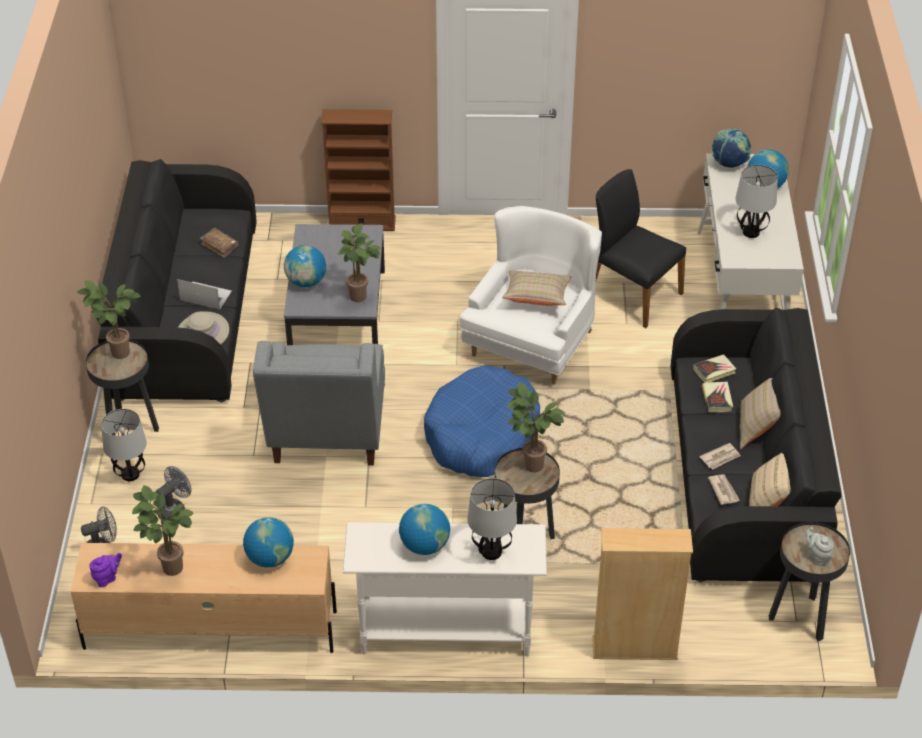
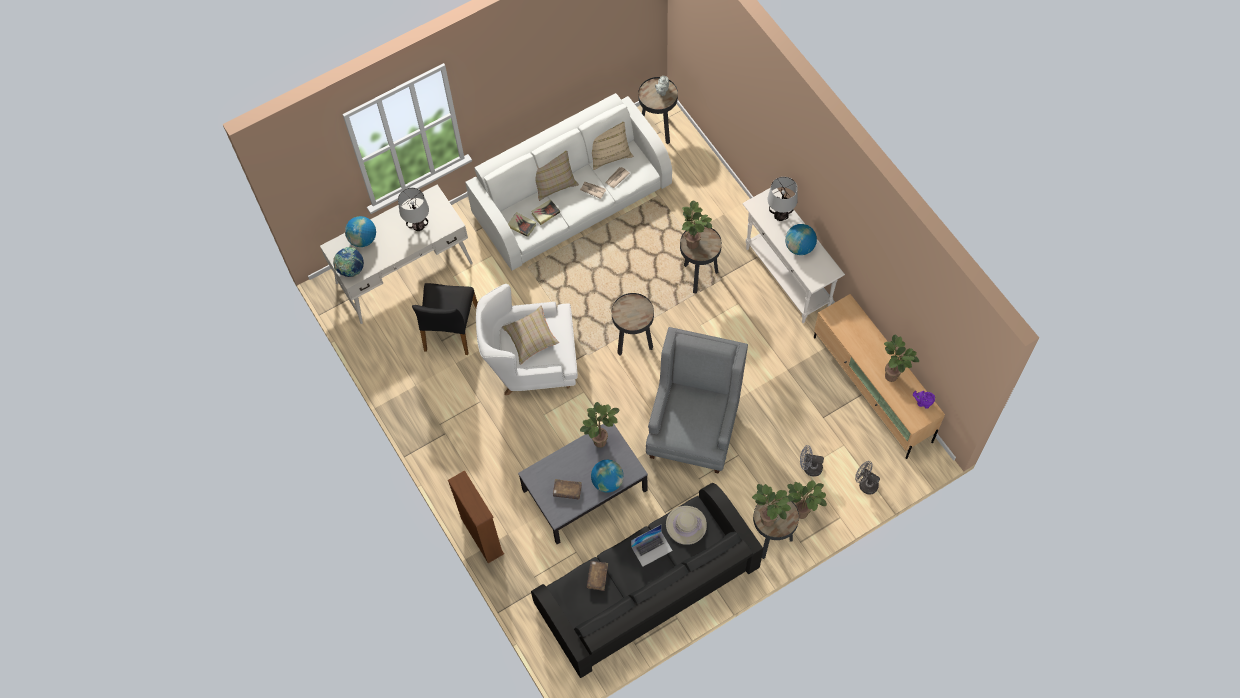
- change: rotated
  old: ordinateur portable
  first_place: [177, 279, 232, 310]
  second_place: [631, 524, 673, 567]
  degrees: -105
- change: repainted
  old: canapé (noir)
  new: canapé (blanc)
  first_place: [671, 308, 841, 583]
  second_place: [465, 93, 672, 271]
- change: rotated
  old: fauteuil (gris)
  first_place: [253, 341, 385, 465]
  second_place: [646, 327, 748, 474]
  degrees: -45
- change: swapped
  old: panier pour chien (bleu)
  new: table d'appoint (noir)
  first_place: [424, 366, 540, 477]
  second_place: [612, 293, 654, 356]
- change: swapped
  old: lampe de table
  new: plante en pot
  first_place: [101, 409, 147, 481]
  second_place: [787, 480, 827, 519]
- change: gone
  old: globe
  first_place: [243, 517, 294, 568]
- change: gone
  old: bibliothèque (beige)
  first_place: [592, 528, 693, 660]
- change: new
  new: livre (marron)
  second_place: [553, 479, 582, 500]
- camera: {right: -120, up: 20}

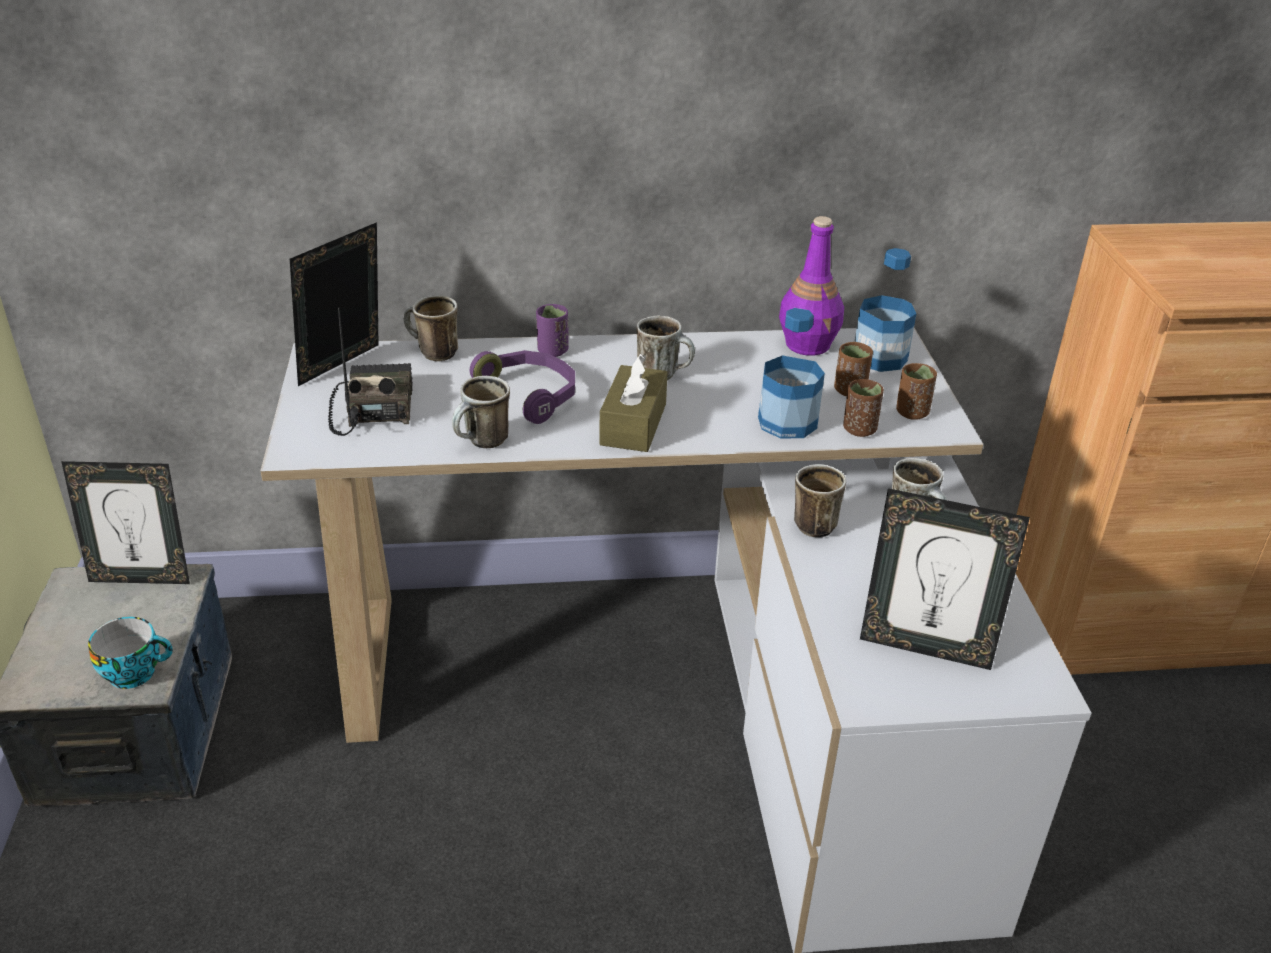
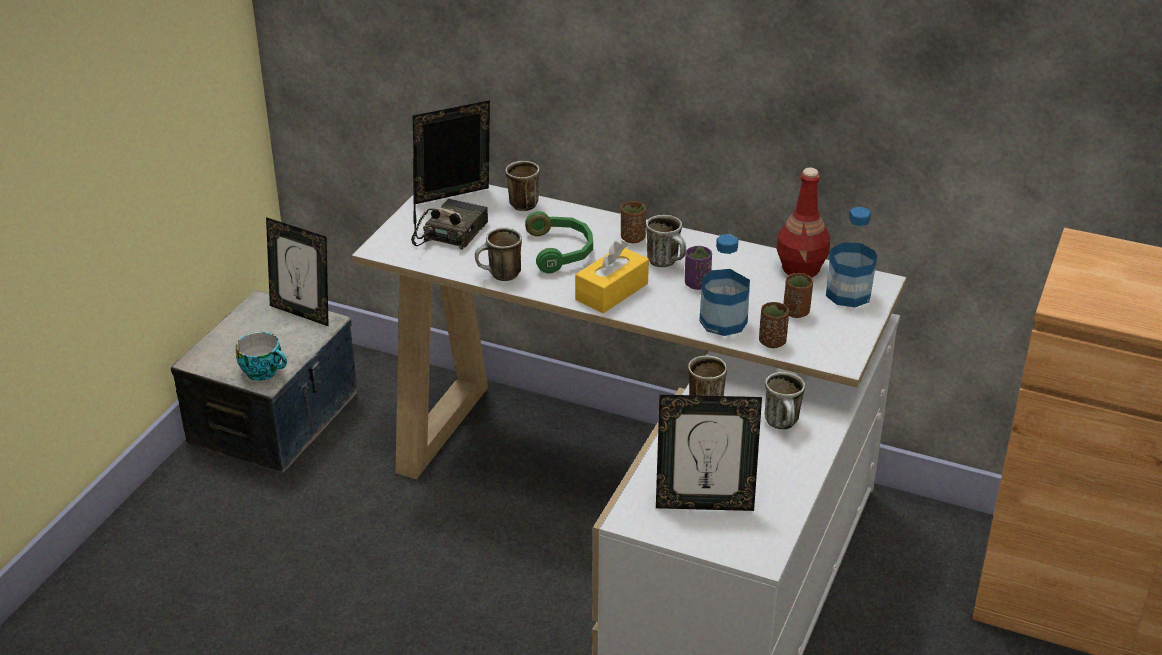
- change: repainted
  old: bouteille (violet)
  new: bouteille (rouge)
  first_place: [779, 216, 844, 356]
  second_place: [776, 168, 830, 278]
- change: shifted
  old: tasse (violet)
  first_place: [536, 304, 569, 357]
  second_place: [685, 246, 712, 290]
- change: repainted
  old: casque audio (violet)
  new: casque audio (vert)
  first_place: [470, 350, 575, 424]
  second_place: [525, 211, 593, 273]
- change: repainted
  old: boîte à mouchoirs (marron)
  new: boîte à mouchoirs (jaune)
  first_place: [599, 354, 668, 452]
  second_place: [575, 240, 649, 313]
- change: shifted
  old: tasse (marron)
  first_place: [896, 363, 937, 420]
  second_place: [621, 201, 646, 243]
- change: rotated
  old: cadre photo
  first_place: [860, 488, 1030, 670]
  second_place: [656, 395, 762, 511]
  degrees: -45
- camera: {right: 30, up: 0}

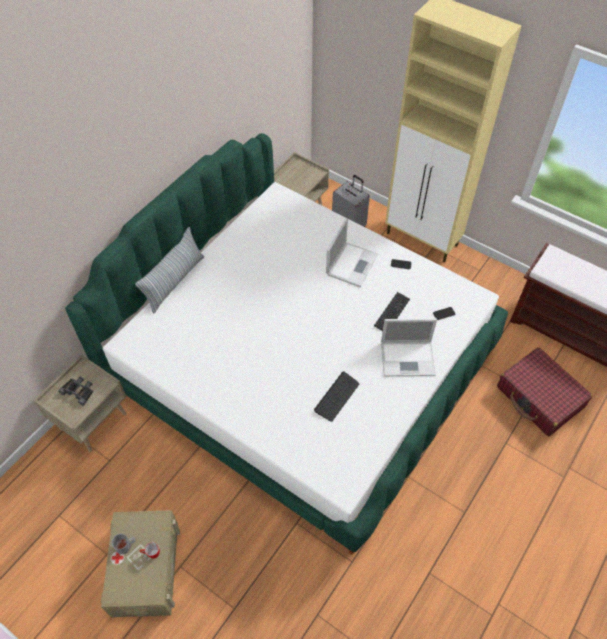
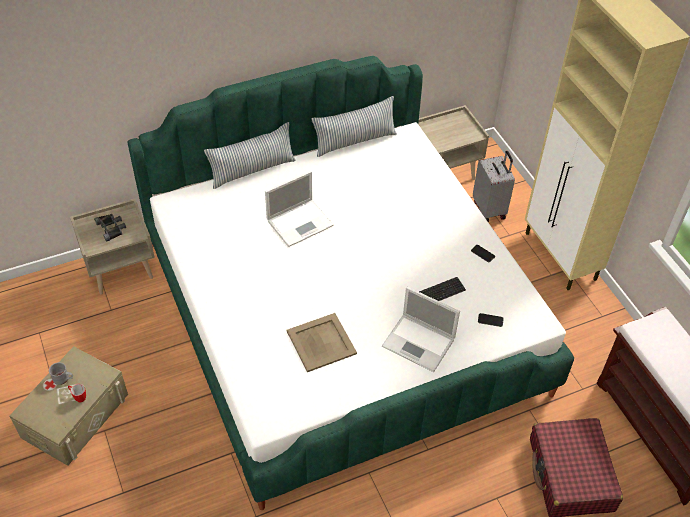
- change: shifted
  old: ordinateur portable
  first_place: [326, 218, 378, 287]
  second_place: [265, 171, 334, 247]
- change: swapped
  old: clavier
  new: plateau (beige)
  first_place: [314, 371, 359, 422]
  second_place: [286, 313, 357, 372]
- change: new
  new: coussin
  second_place: [312, 96, 397, 157]
- camera: {right: 30, up: -5}

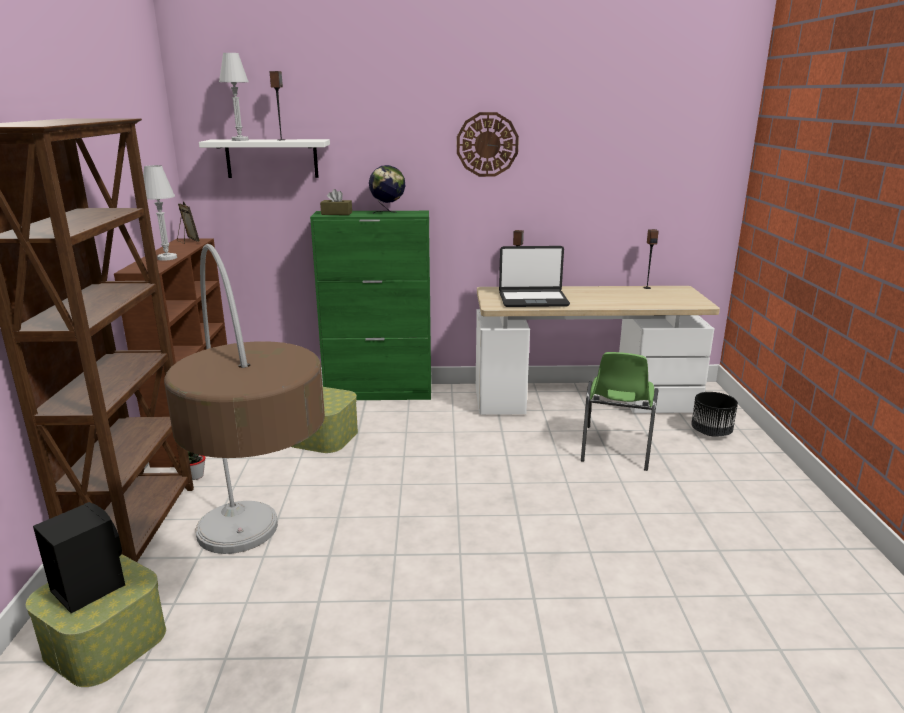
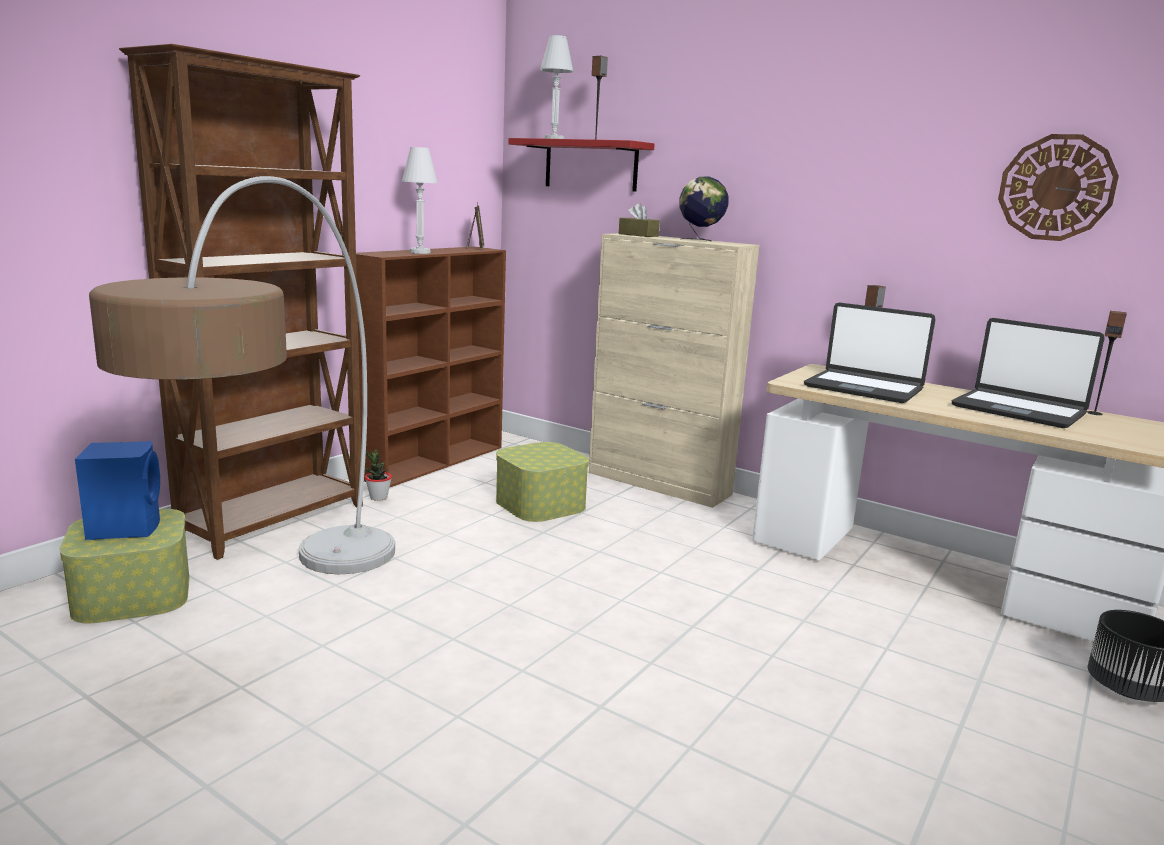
- change: shifted
  old: horloge murale
  first_place: [457, 112, 519, 177]
  second_place: [998, 134, 1119, 241]
- change: repainted
  old: étagère (blanc)
  new: étagère (rouge)
  first_place: [199, 139, 330, 178]
  second_place: [508, 138, 655, 191]
- change: repainted
  old: meuble de rangement (vert)
  new: meuble de rangement (beige)
  first_place: [310, 211, 431, 400]
  second_place: [589, 233, 759, 508]
- change: gone
  old: chaise (vert)
  first_place: [581, 352, 658, 471]
- change: repainted
  old: enceinte (noir)
  new: enceinte (bleu)
  first_place: [33, 502, 125, 613]
  second_place: [75, 441, 160, 540]
- change: new
  new: ordinateur portable
  second_place: [951, 318, 1105, 428]
- camera: {right: 35, up: -5}

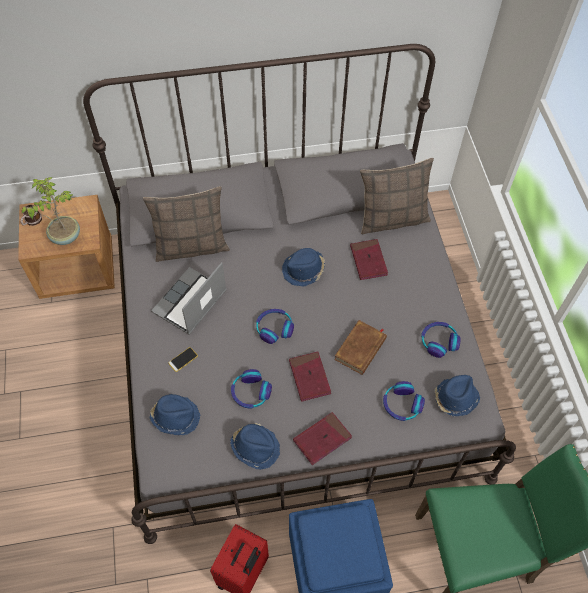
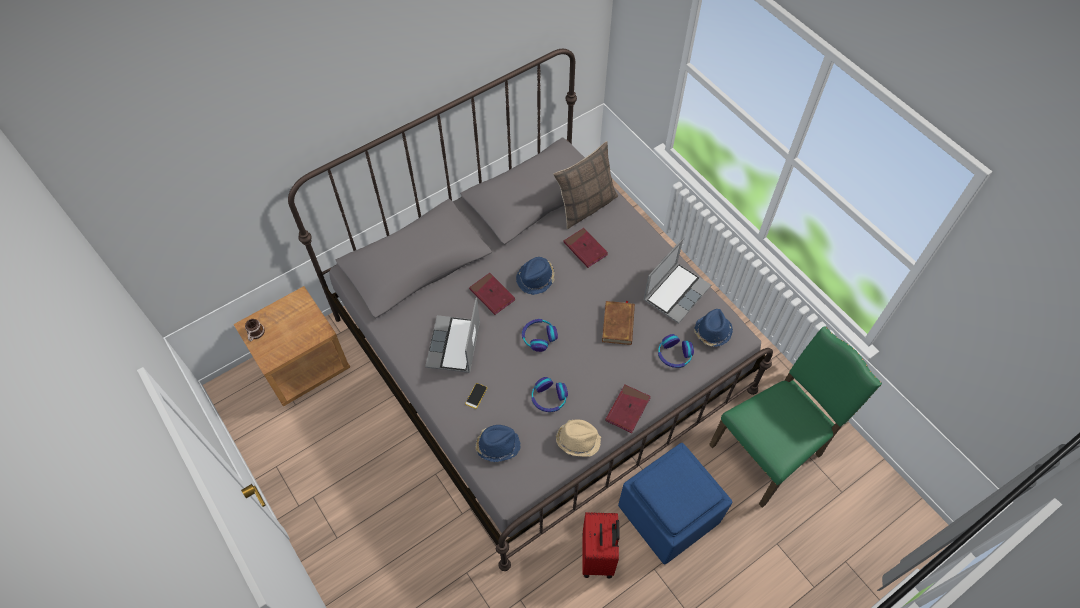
- change: gone
  old: plante en pot
  first_place: [22, 177, 80, 245]
- change: gone
  old: coussin
  first_place: [143, 186, 230, 262]
- change: swapped
  old: casque audio
  new: ordinateur portable
  first_place: [421, 322, 461, 358]
  second_place: [643, 238, 711, 324]
- change: shifted
  old: livre (rouge)
  first_place: [289, 352, 331, 402]
  second_place: [469, 273, 515, 315]
- change: repainted
  old: chapeau (bleu)
  new: chapeau (beige)
  first_place: [230, 423, 280, 470]
  second_place: [556, 419, 601, 457]
- camera: {right: -25, up: 0}

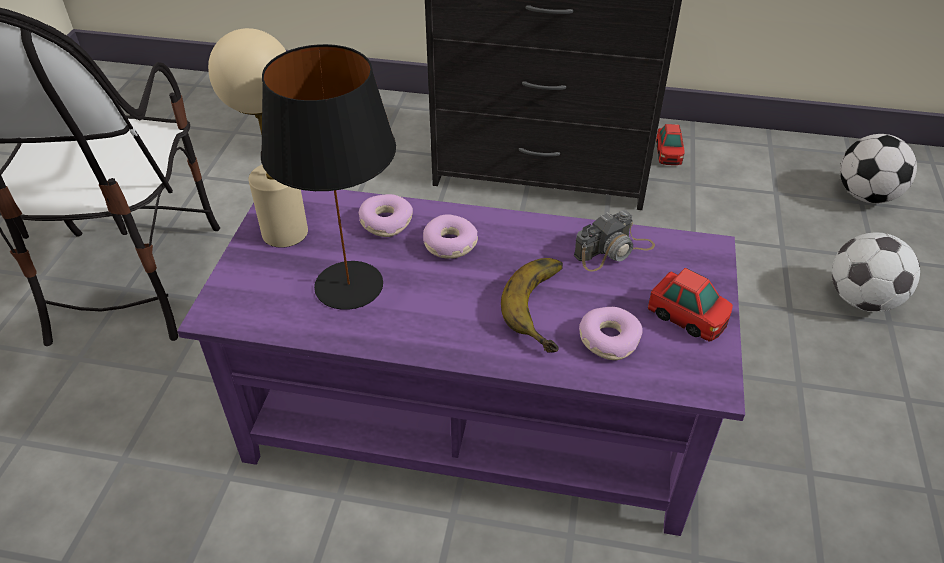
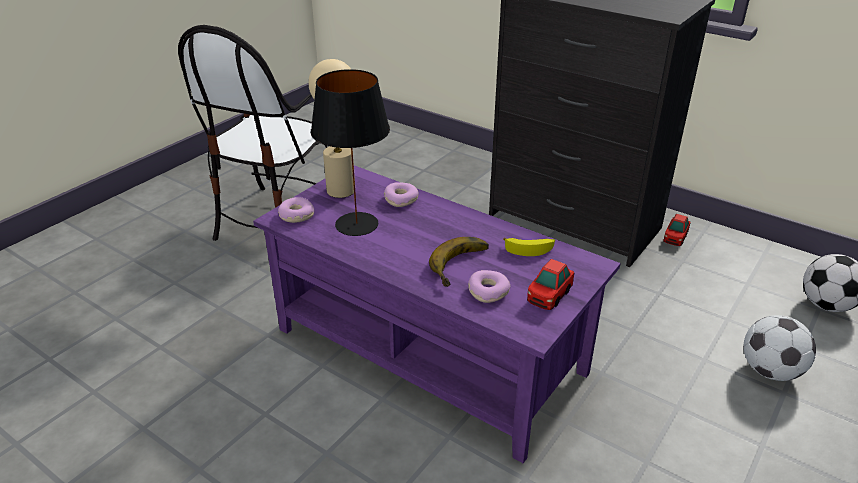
- change: swapped
  old: appareil photo
  new: banane
  first_place: [574, 210, 655, 272]
  second_place: [503, 238, 555, 256]
- change: shifted
  old: beignet
  first_place: [423, 214, 478, 259]
  second_place: [278, 197, 314, 223]
- change: rotated
  old: petite voiture
  first_place: [648, 268, 733, 341]
  second_place: [527, 259, 574, 310]
  degrees: 60
- camera: {right: 25, up: -10}

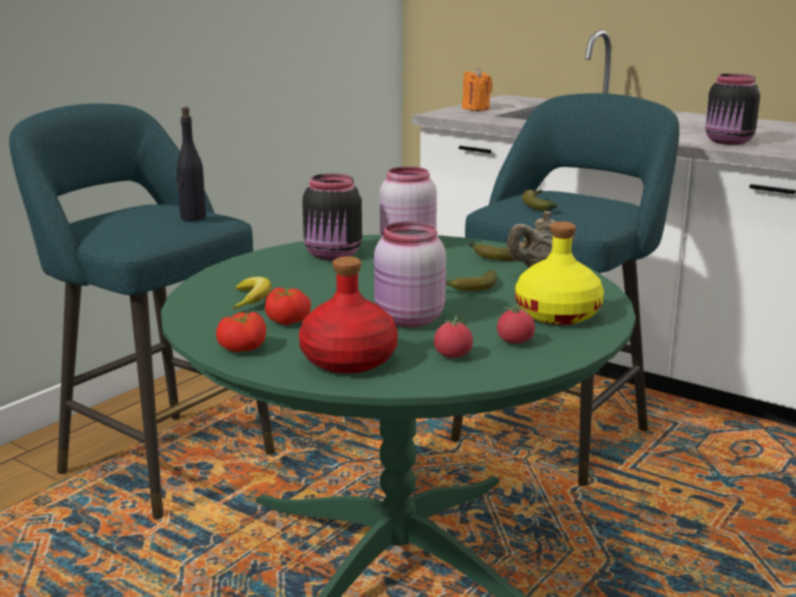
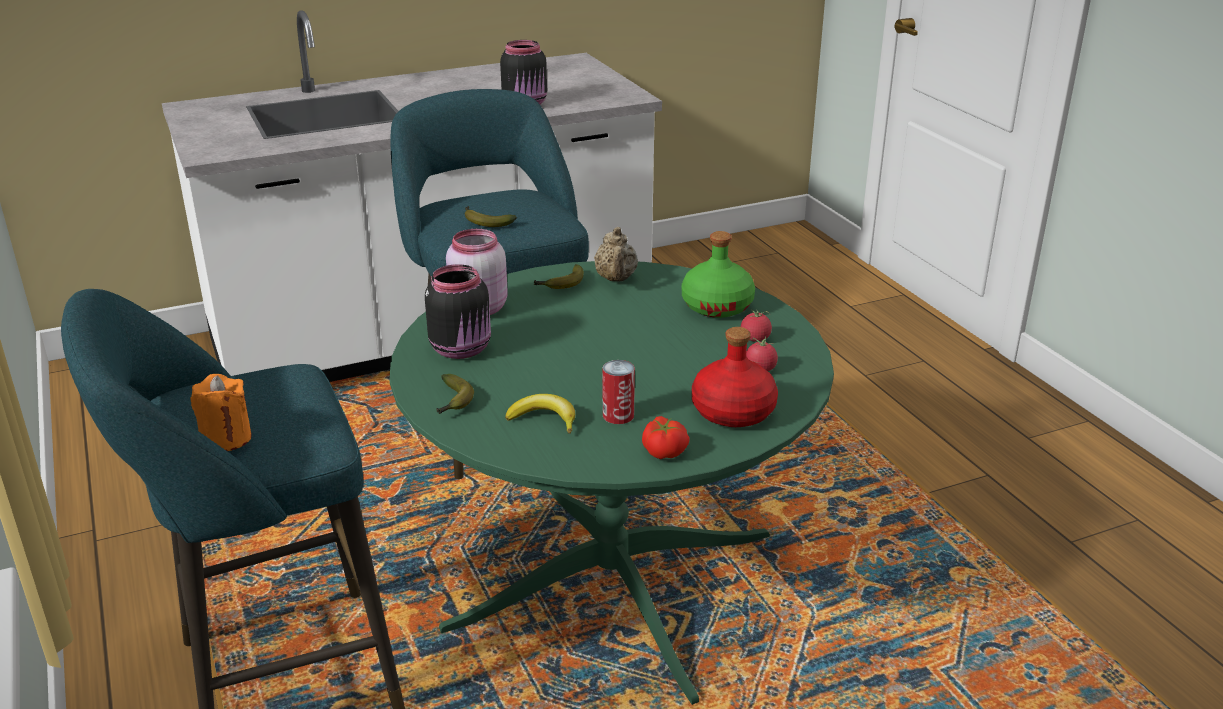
- change: shifted
  old: bougie (orange)
  first_place: [462, 68, 492, 111]
  second_place: [190, 374, 252, 451]
- change: gone
  old: bouteille (noir)
  first_place: [176, 107, 206, 221]
- change: gone
  old: bocal (rose)
  first_place: [374, 221, 446, 327]
- change: repainted
  old: bouteille (jaune)
  new: bouteille (vert)
  first_place: [515, 221, 604, 325]
  second_place: [682, 231, 755, 318]
- change: shifted
  old: banane
  first_place: [446, 270, 497, 291]
  second_place: [436, 374, 474, 414]
- change: swapped
  old: tomate
  new: boîte métallique
  first_place: [265, 287, 311, 325]
  second_place: [602, 360, 635, 424]
- camera: {right: -60, up: 10}

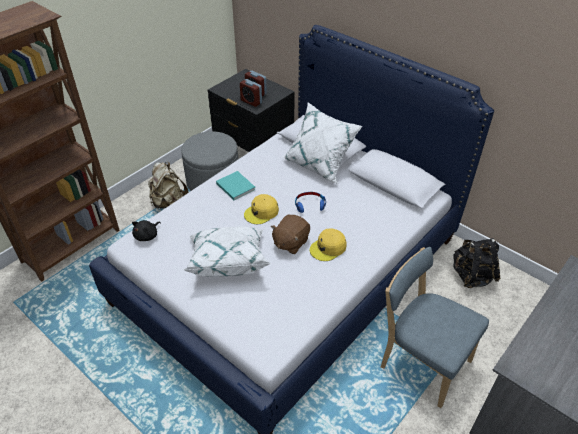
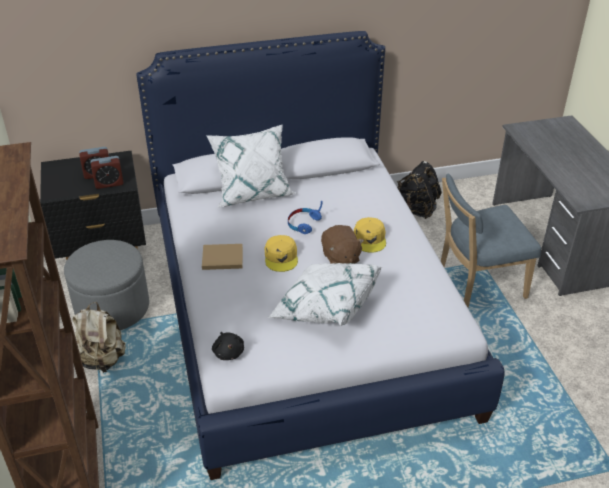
- change: repainted
  old: livre (turquoise)
  new: livre (beige)
  first_place: [216, 171, 256, 200]
  second_place: [202, 244, 243, 270]
- camera: {right: -55, up: -5}

